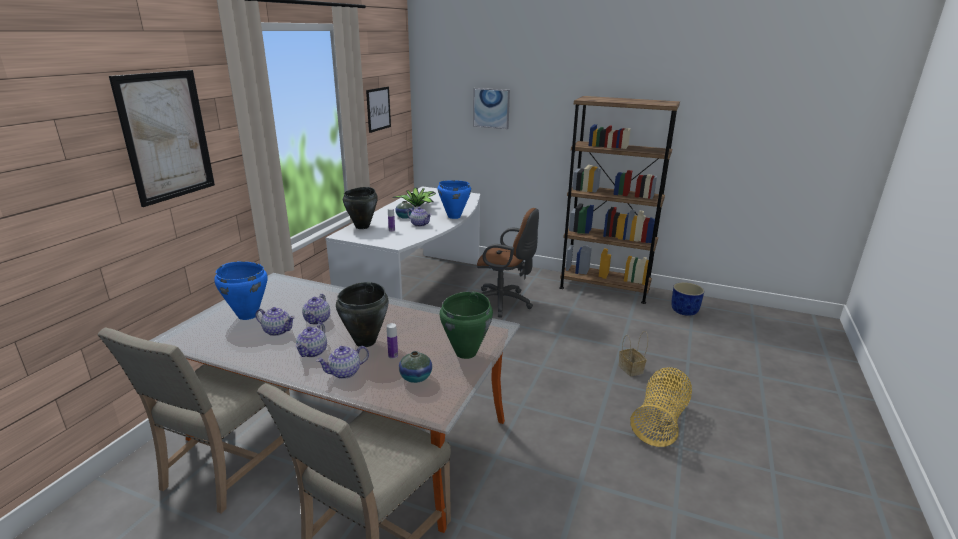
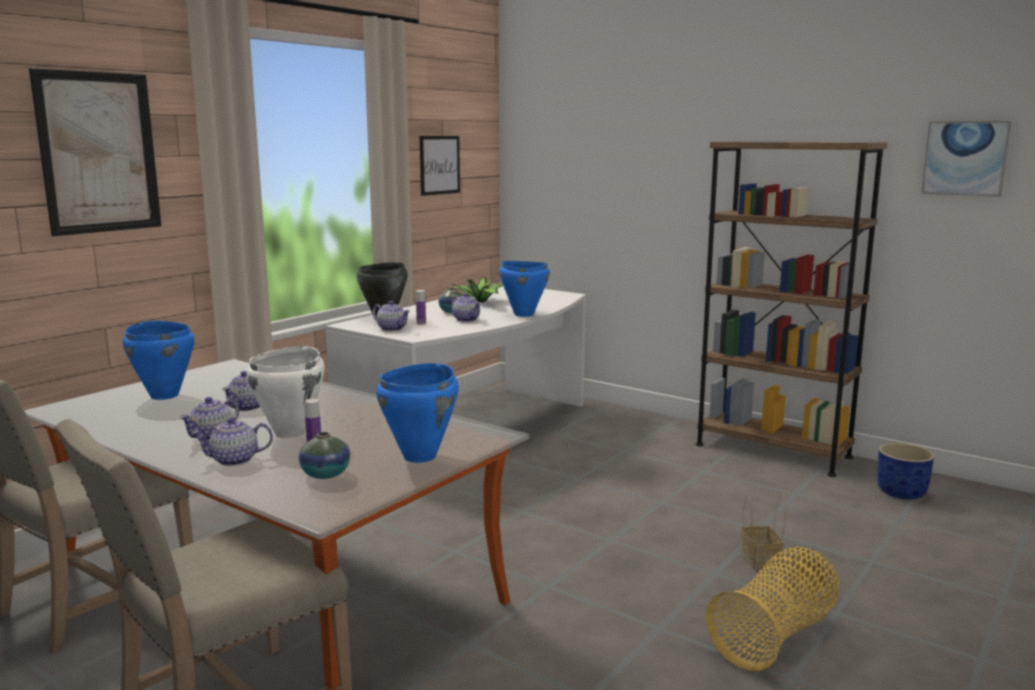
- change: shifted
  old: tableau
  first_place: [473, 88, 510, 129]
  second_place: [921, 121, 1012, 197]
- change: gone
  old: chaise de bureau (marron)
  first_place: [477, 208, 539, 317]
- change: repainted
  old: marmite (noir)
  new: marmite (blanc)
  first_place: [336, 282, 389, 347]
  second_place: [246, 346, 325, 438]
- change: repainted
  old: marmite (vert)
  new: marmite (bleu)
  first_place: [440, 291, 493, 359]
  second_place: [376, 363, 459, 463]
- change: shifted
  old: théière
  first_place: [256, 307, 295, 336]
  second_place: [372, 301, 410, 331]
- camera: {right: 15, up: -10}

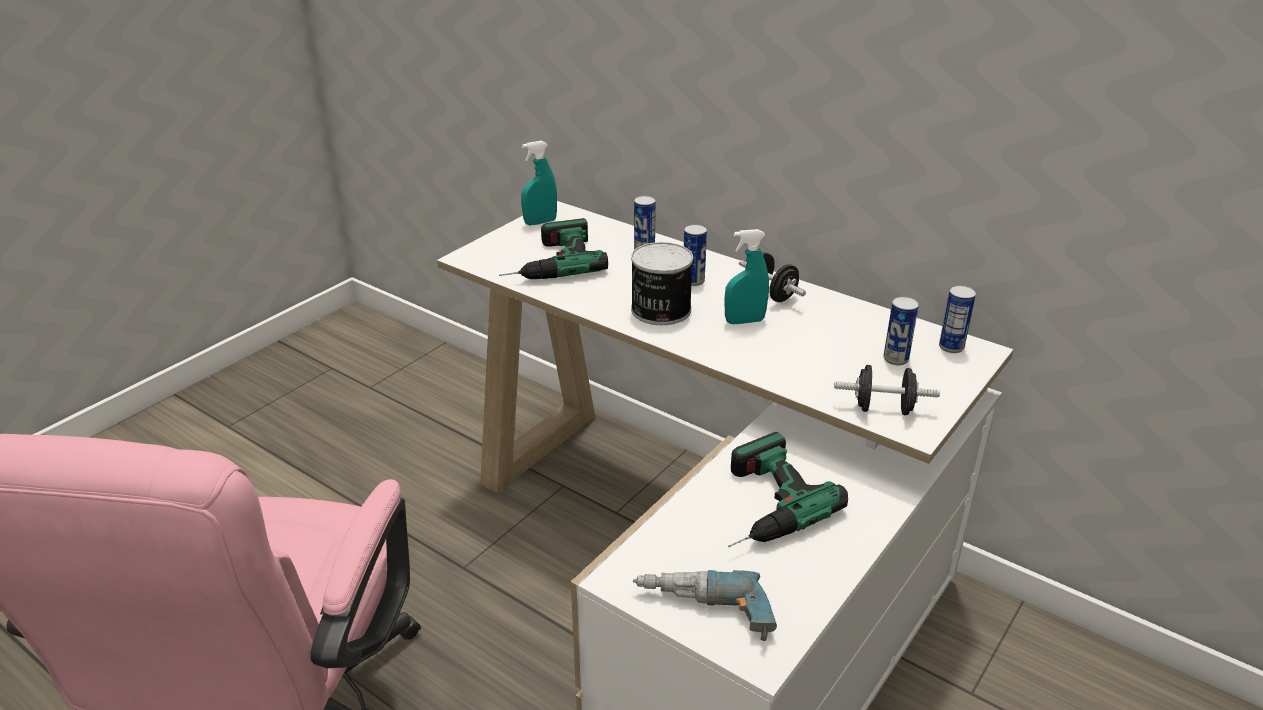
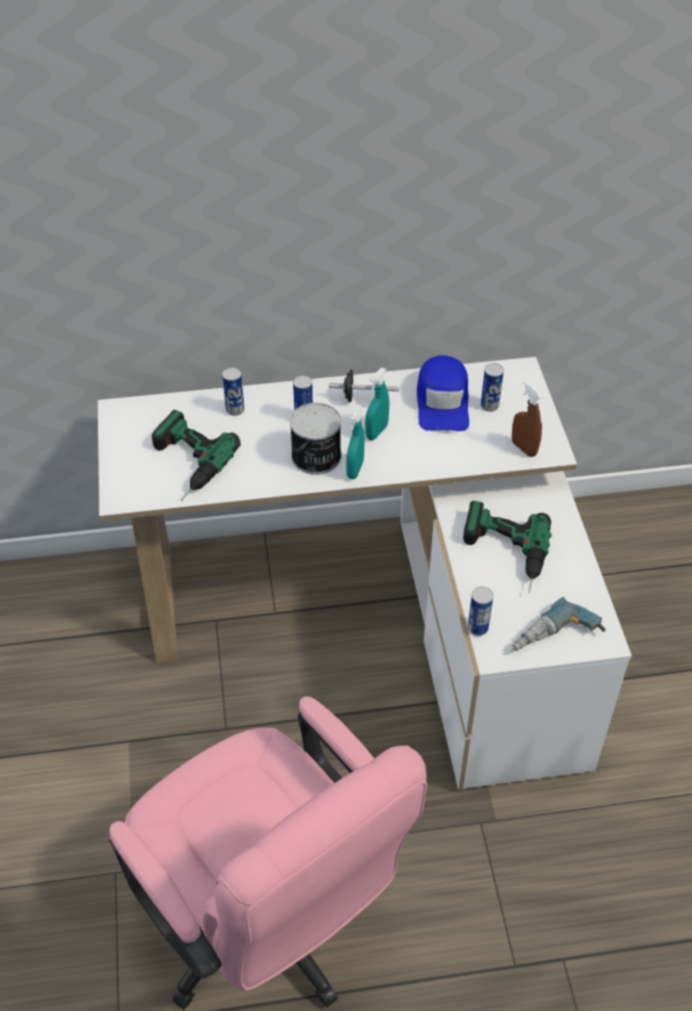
- change: shifted
  old: vaporisateur (turquoise)
  first_place: [521, 140, 557, 225]
  second_place: [346, 404, 364, 479]
- change: shifted
  old: boîte métallique
  first_place: [939, 285, 976, 353]
  second_place: [468, 587, 493, 636]
- change: swapped
  old: haltère (noir)
  new: vaporisateur (marron)
  first_place: [834, 365, 940, 415]
  second_place: [512, 380, 542, 457]
- change: new
  new: casquette (bleu)
  second_place: [417, 355, 469, 431]
- camera: {right: -45, up: 15}

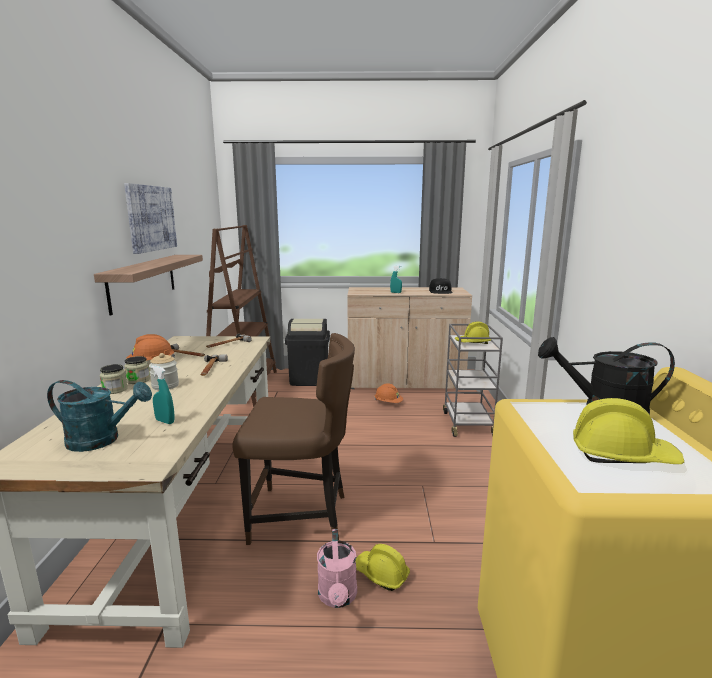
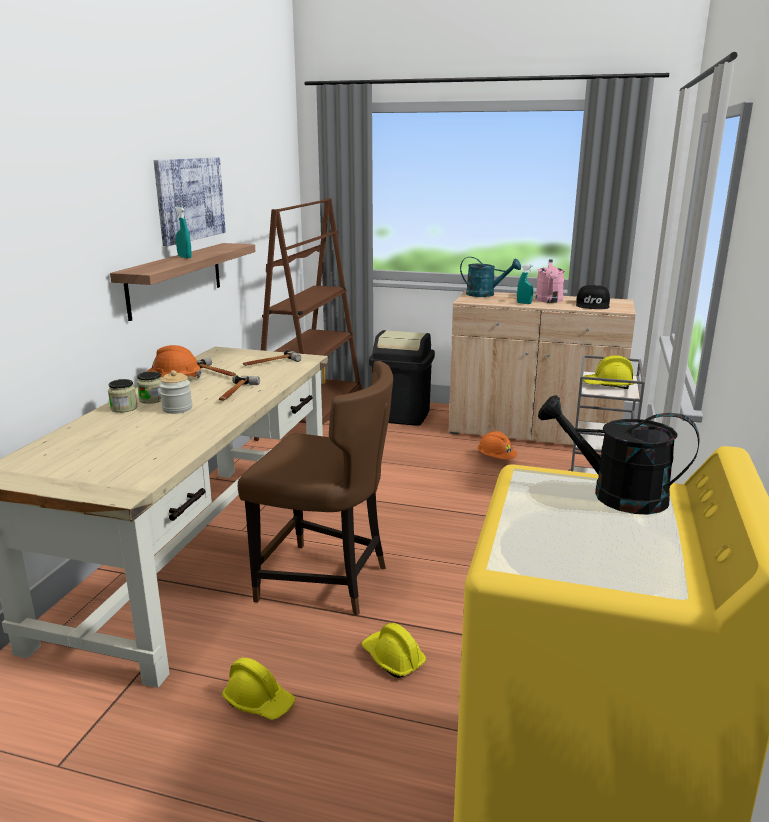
- change: shifted
  old: vaporisateur (turquoise)
  first_place: [151, 365, 175, 424]
  second_place: [175, 207, 192, 258]
- change: shifted
  old: arrosoir (turquoise)
  first_place: [47, 380, 152, 452]
  second_place: [460, 257, 521, 297]
- change: shifted
  old: casque de chantier (jaune)
  first_place: [573, 398, 684, 464]
  second_place: [222, 658, 296, 720]
- change: shifted
  old: arrosoir (rose)
  first_place: [317, 529, 357, 608]
  second_place: [535, 260, 565, 303]
- camera: {right: 15, up: 5}

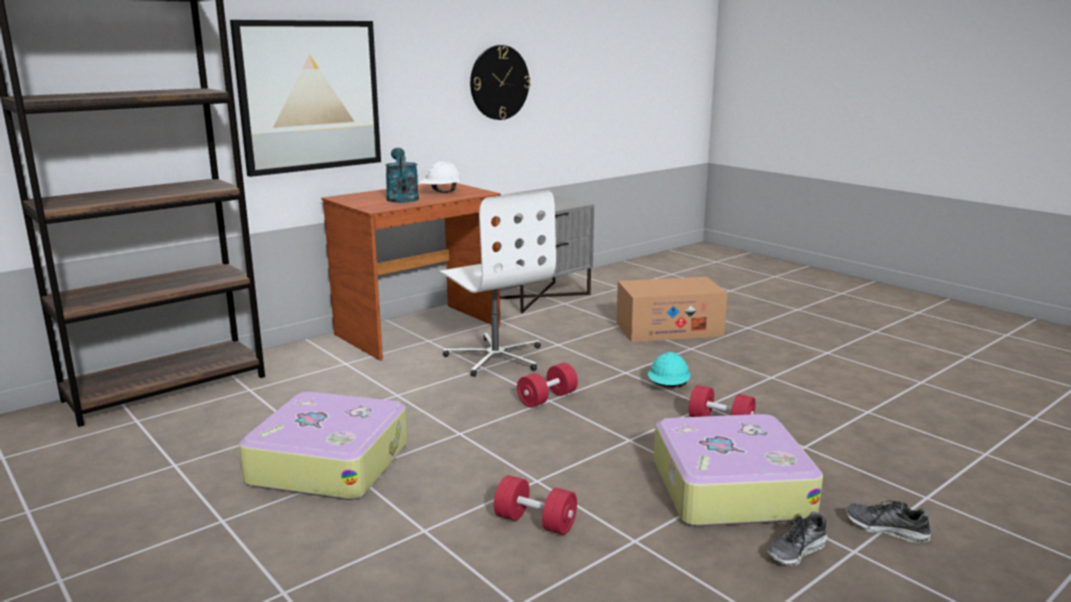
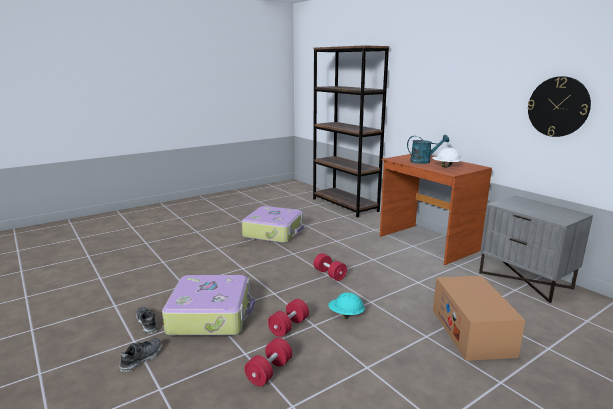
- change: gone
  old: tableau
  first_place: [230, 20, 381, 177]
- change: gone
  old: chaise de bureau (blanc)
  first_place: [438, 190, 556, 377]
- change: shifted
  old: haltère (rouge)
  first_place: [494, 475, 577, 535]
  second_place: [244, 338, 292, 386]
- camera: {right: 95, up: 0}

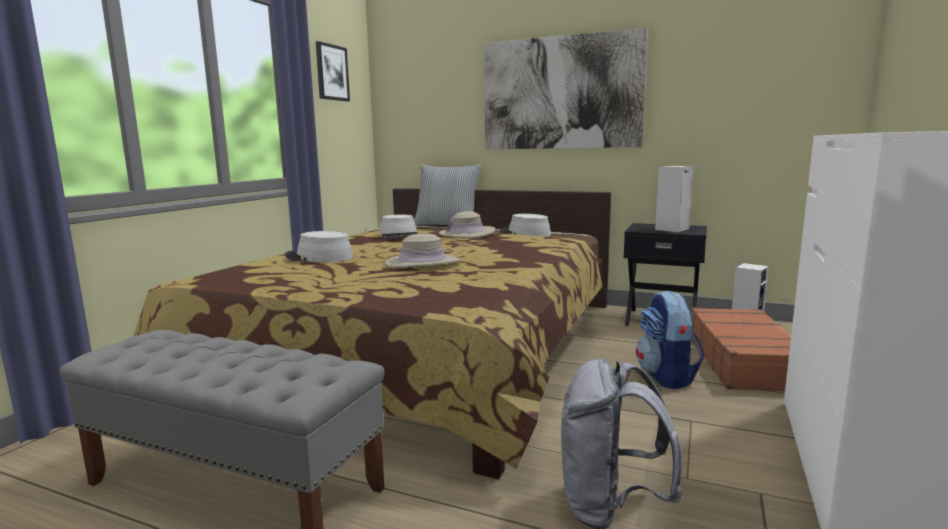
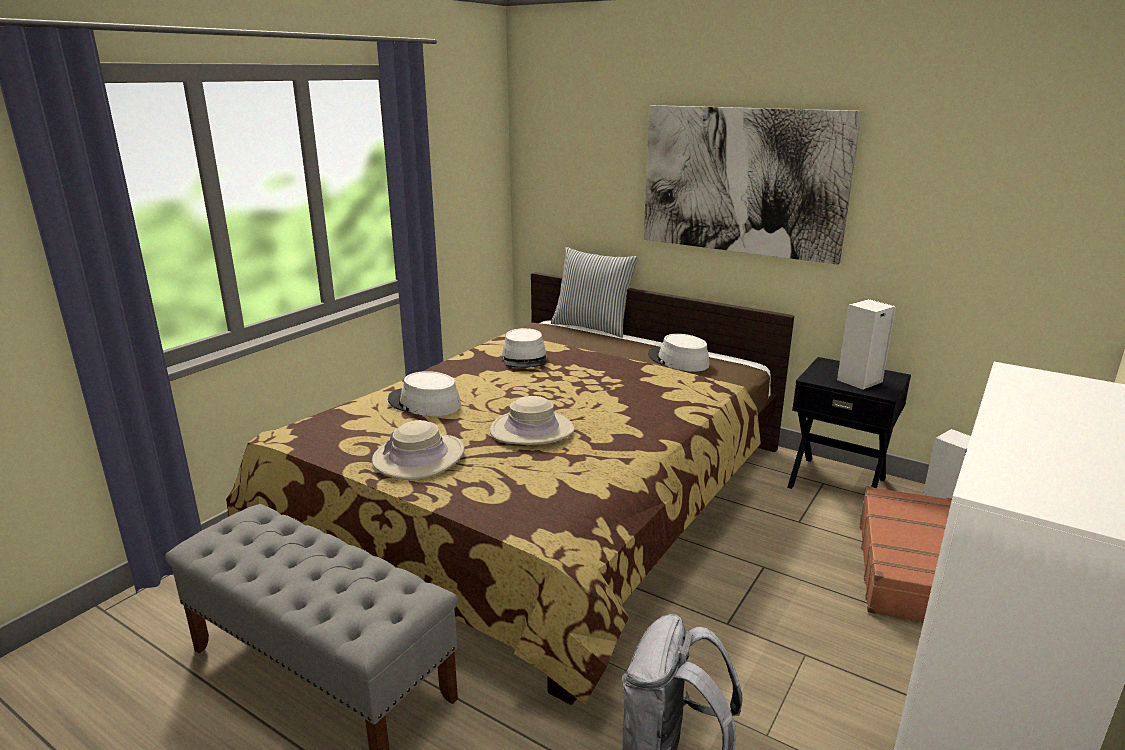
- change: gone
  old: tableau
  first_place: [316, 41, 350, 101]
- change: shifted
  old: chapeau (beige)
  first_place: [439, 211, 496, 238]
  second_place: [372, 420, 465, 480]
- change: gone
  old: sac à dos
  first_place: [636, 291, 704, 389]
- camera: {right: 10, up: 10}

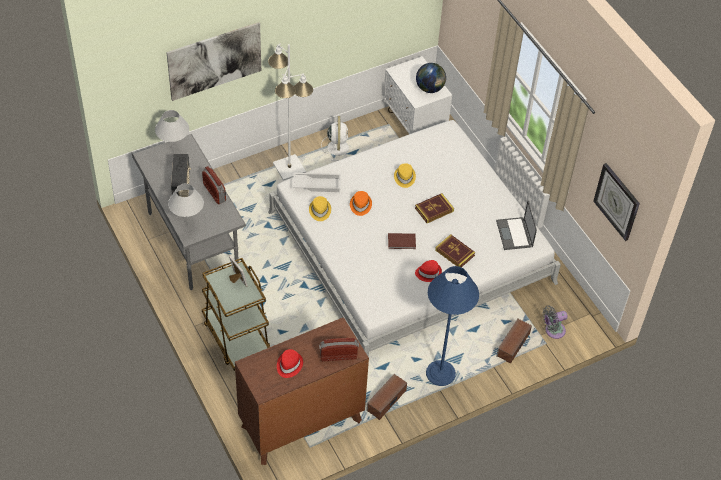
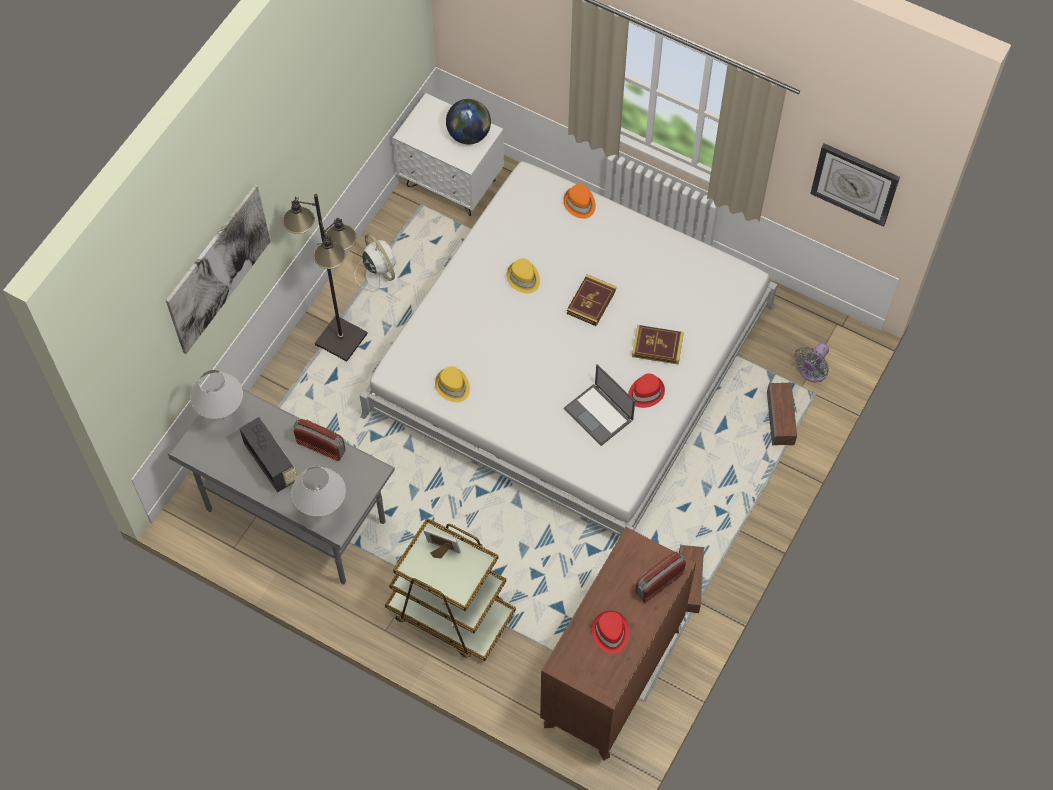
- change: repainted
  old: lampadaire (blanc)
  new: lampadaire (noir)
  first_place: [268, 43, 313, 181]
  second_place: [283, 194, 368, 362]
- change: gone
  old: plateau (blanc)
  first_place: [293, 173, 341, 192]
- change: shifted
  old: chapeau (orange)
  first_place: [350, 191, 372, 216]
  second_place: [563, 184, 596, 219]
- change: shifted
  old: ordinateur portable
  first_place: [496, 201, 537, 250]
  second_place: [564, 364, 635, 446]
- change: gone
  old: livre (marron)
  first_place: [388, 233, 416, 249]
- change: gone
  old: lampadaire (bleu)
  first_place: [426, 266, 479, 386]
- camera: {right: -30, up: 10}

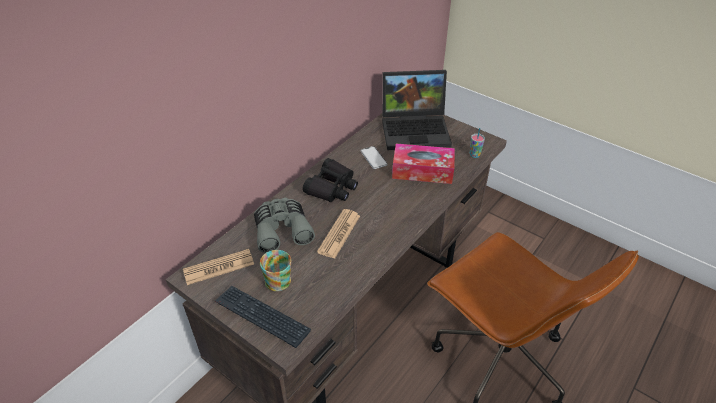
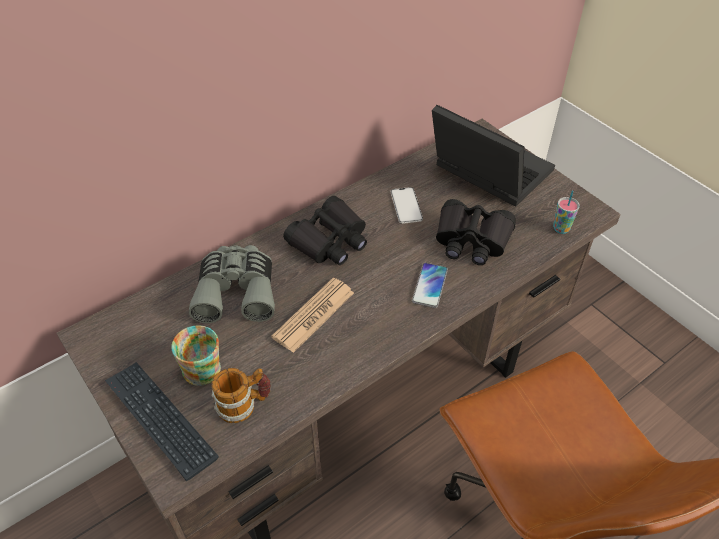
- change: rotated
  old: ordinateur portable
  first_place: [382, 70, 452, 150]
  second_place: [432, 105, 555, 207]
  degrees: -150
- change: swapped
  old: boîte à mouchoirs
  new: jumelles (noir)
  first_place: [392, 144, 455, 184]
  second_place: [436, 199, 516, 265]
- change: gone
  old: journal
  first_place: [183, 249, 254, 285]
- change: new
  new: téléphone
  second_place: [412, 263, 448, 308]
- change: new
  new: mug
  second_place: [211, 368, 271, 423]
- camera: {right: 15, up: 5}

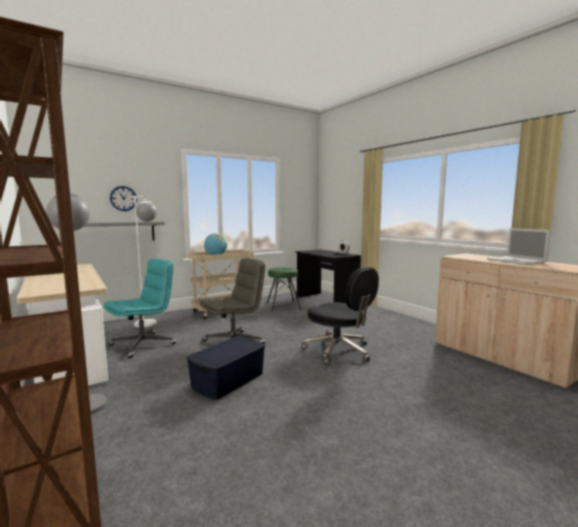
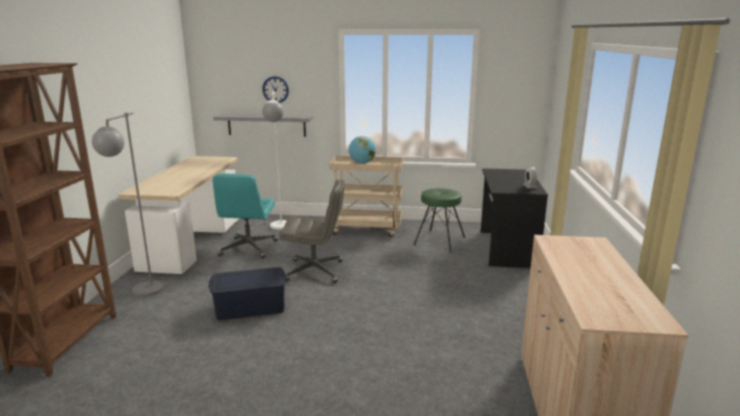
- change: gone
  old: ordinateur portable
  first_place: [487, 228, 550, 265]
- change: rotated
  old: chaise de bureau (turquoise)
  first_place: [104, 259, 176, 358]
  second_place: [213, 173, 278, 258]
  degrees: 105
- change: gone
  old: chaise de bureau (noir)
  first_place: [302, 267, 379, 365]
- camera: {right: 40, up: 10}

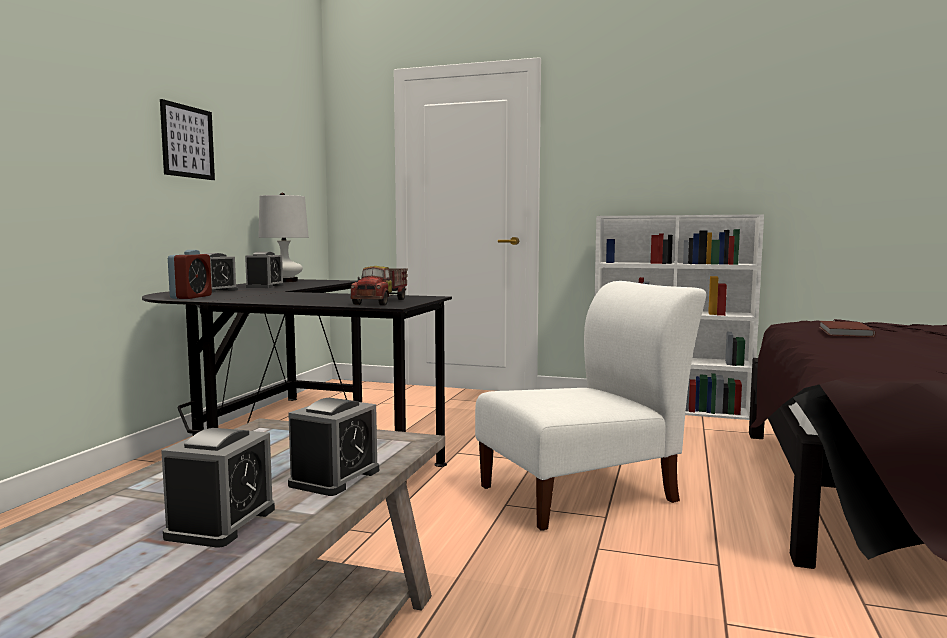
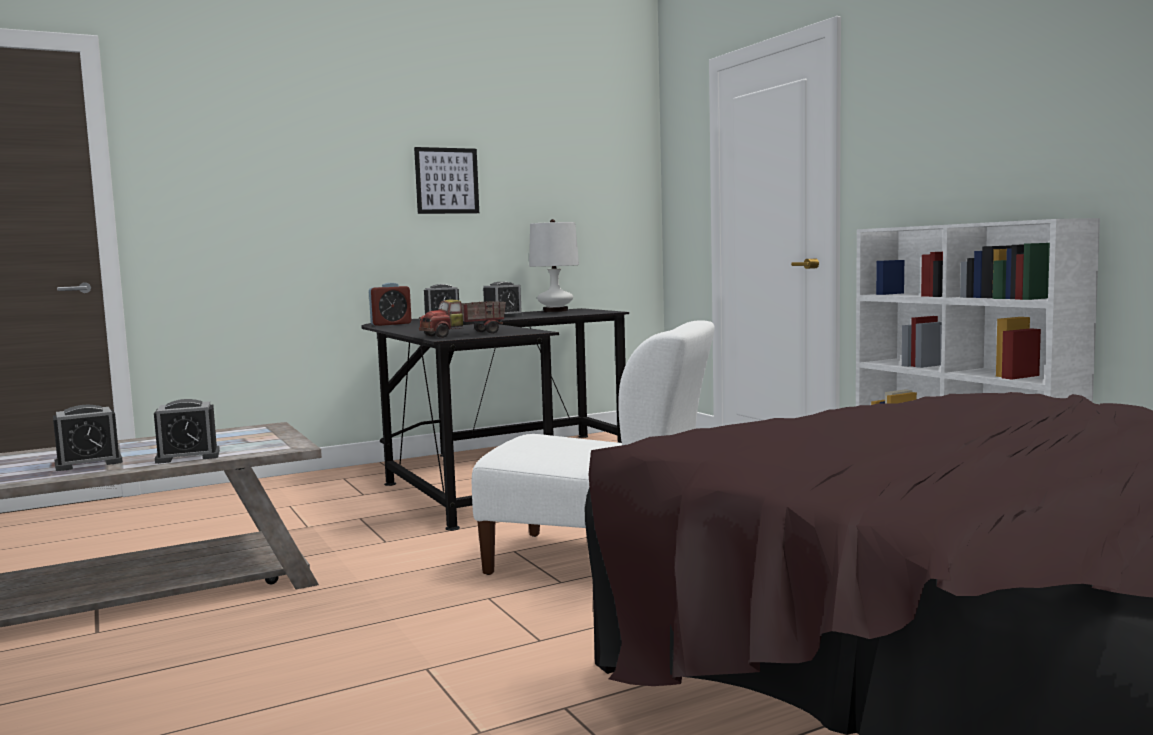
- change: gone
  old: livre (marron)
  first_place: [819, 321, 876, 337]
- camera: {right: 45, up: 0}

